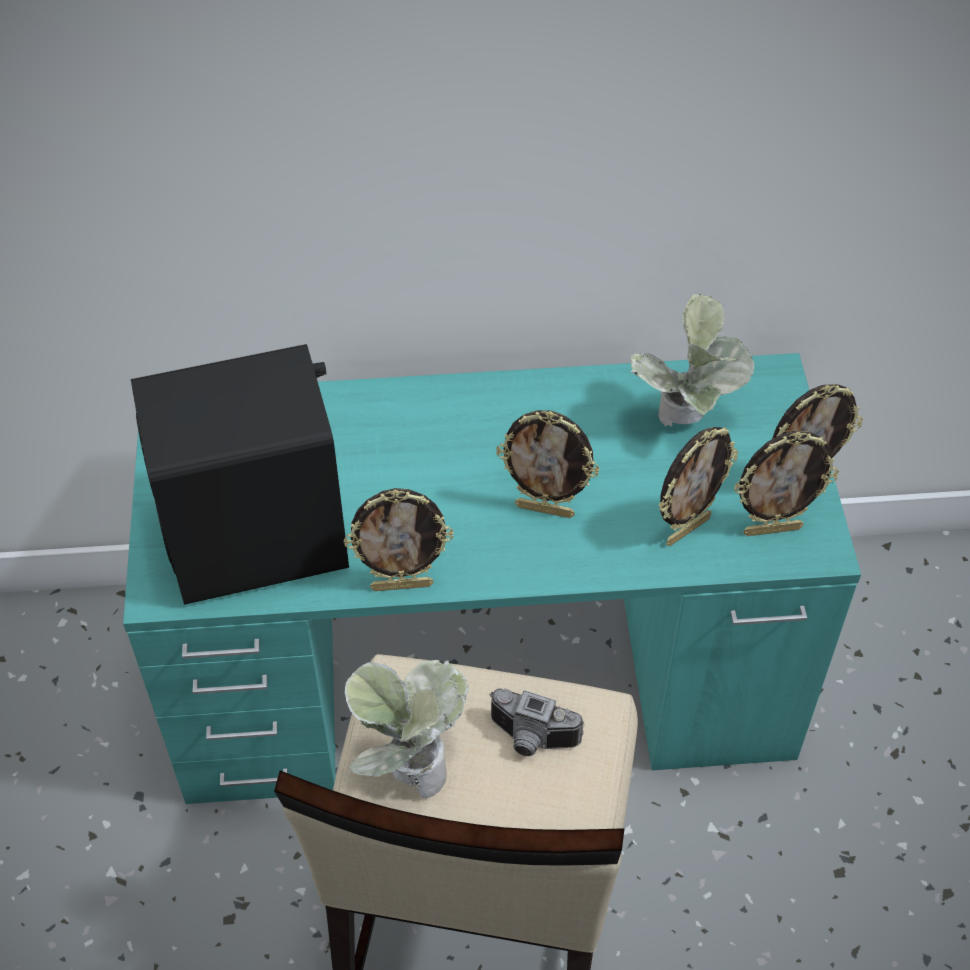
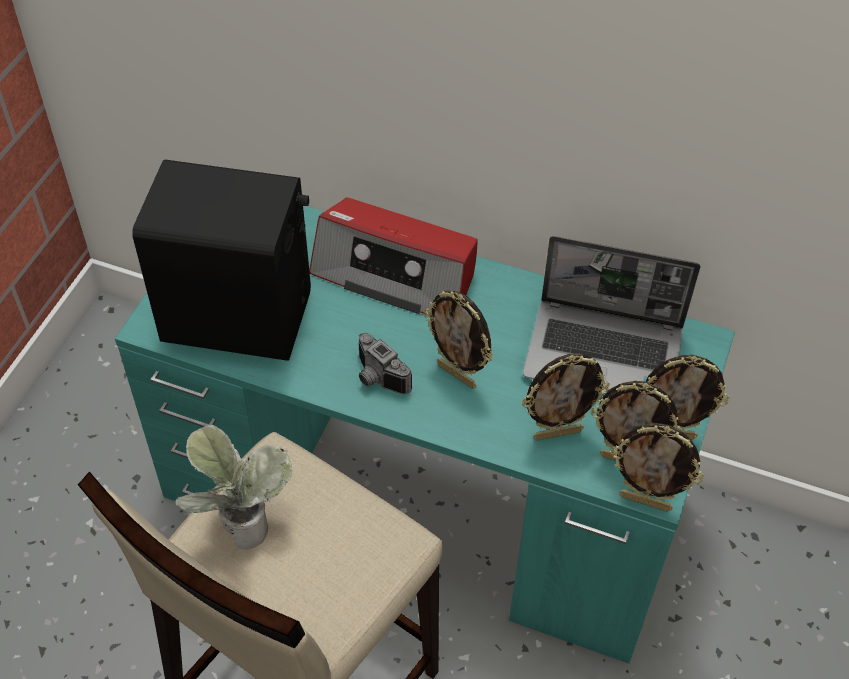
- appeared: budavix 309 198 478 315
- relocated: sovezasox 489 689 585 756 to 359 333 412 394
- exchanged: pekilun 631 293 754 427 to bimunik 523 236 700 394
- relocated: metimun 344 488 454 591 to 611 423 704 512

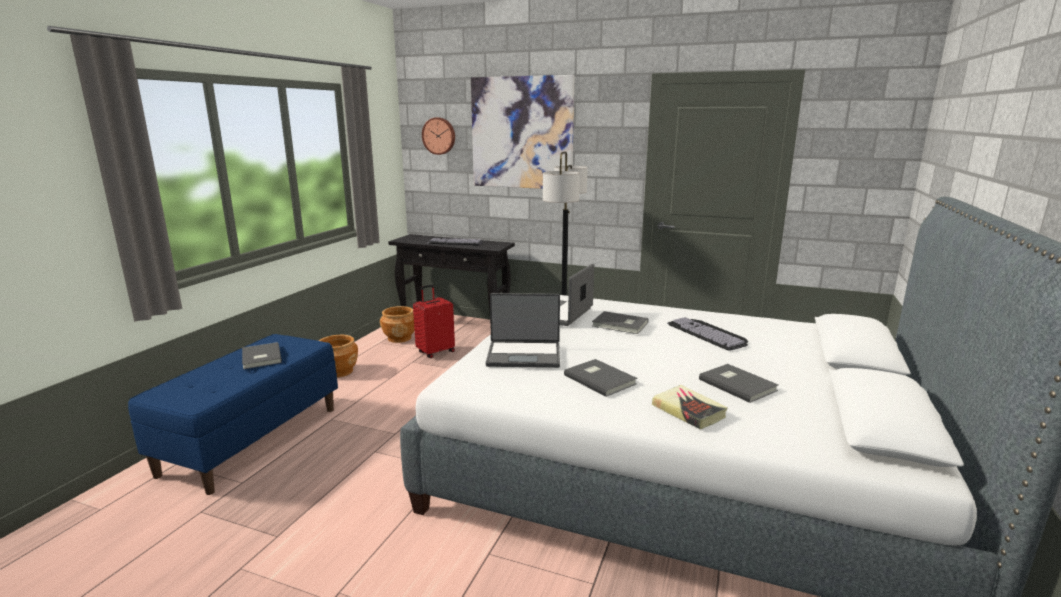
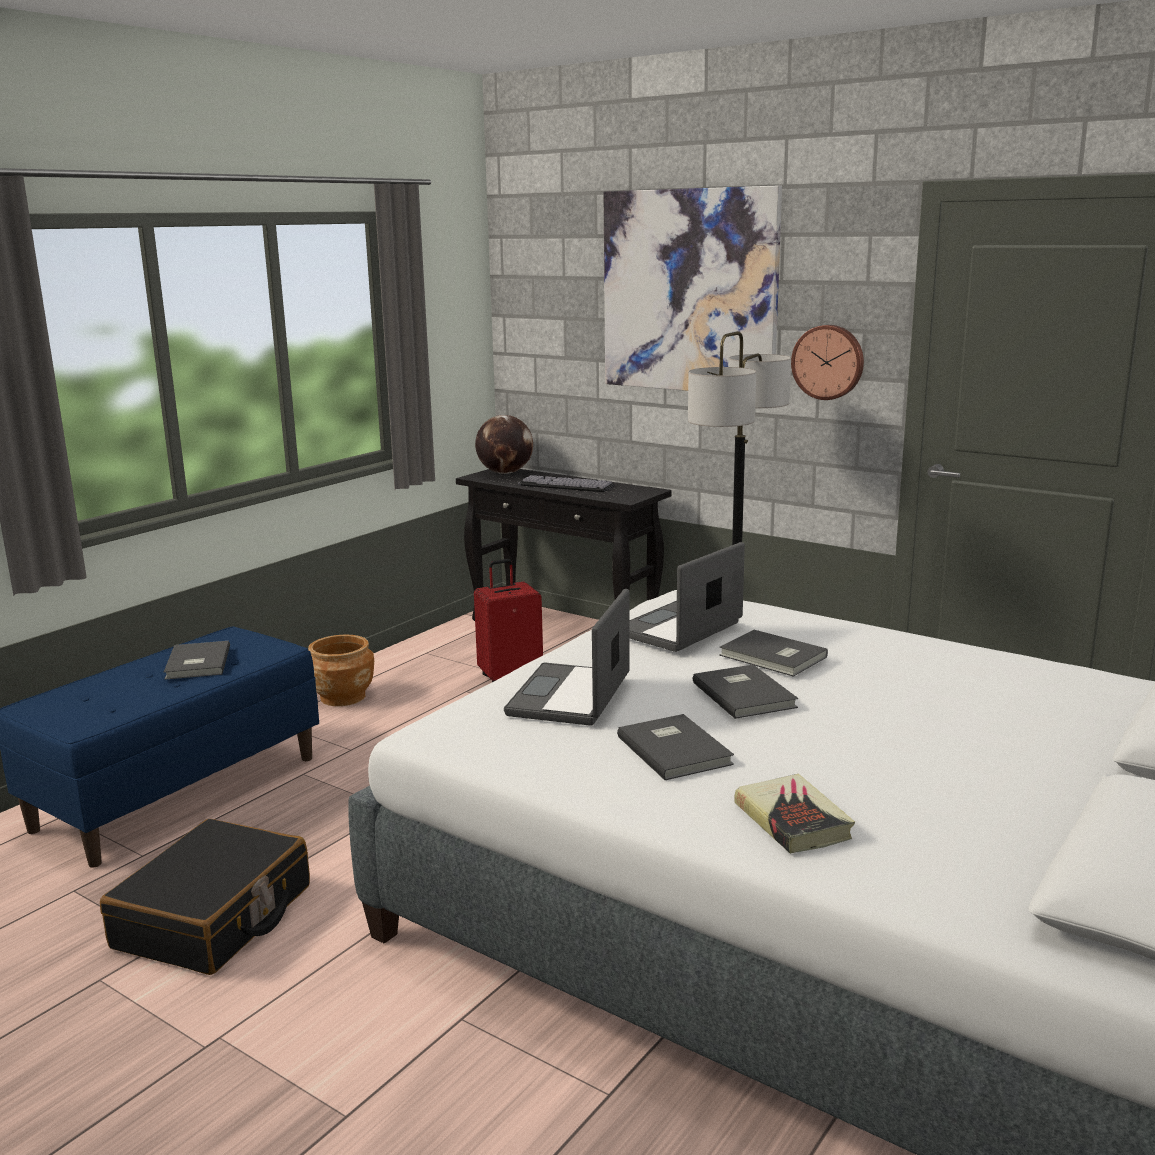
- appeared: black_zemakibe 100 819 310 975
- appeared: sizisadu 475 415 533 474
- spun: bimunik 486 293 560 368 = 504 589 630 726 90 degrees clockwise
- relocated: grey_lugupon 699 364 778 403 to 692 665 798 719
- relocated: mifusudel 422 117 455 155 to 791 325 864 400
- missing: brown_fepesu 380 306 415 343
- missing: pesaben 667 317 748 350

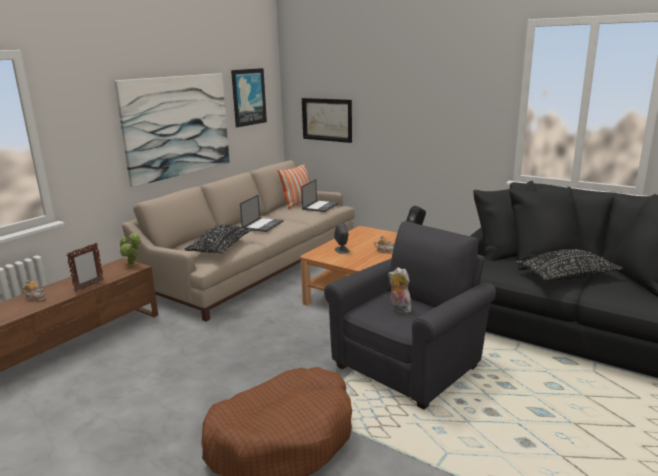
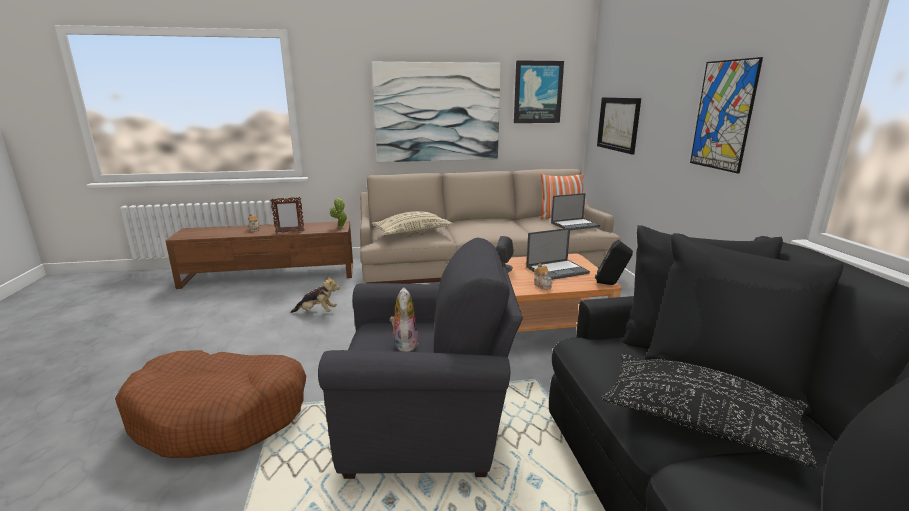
- appeared: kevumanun 291 275 340 313
- colour: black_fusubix 185 225 253 254 to beige_fusubix 372 211 454 235
- relocated: bimunik 240 195 284 232 to 526 228 590 280
- appeared: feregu 690 57 763 173

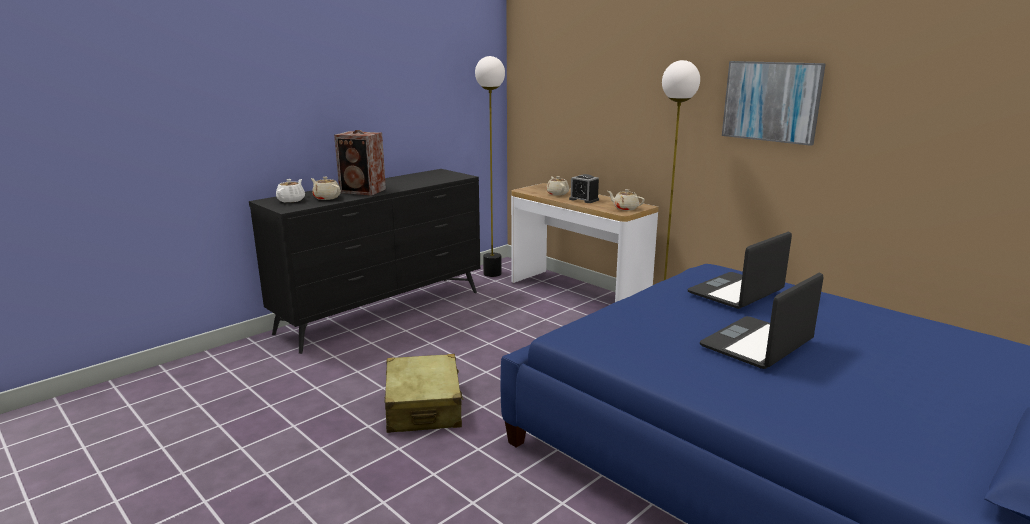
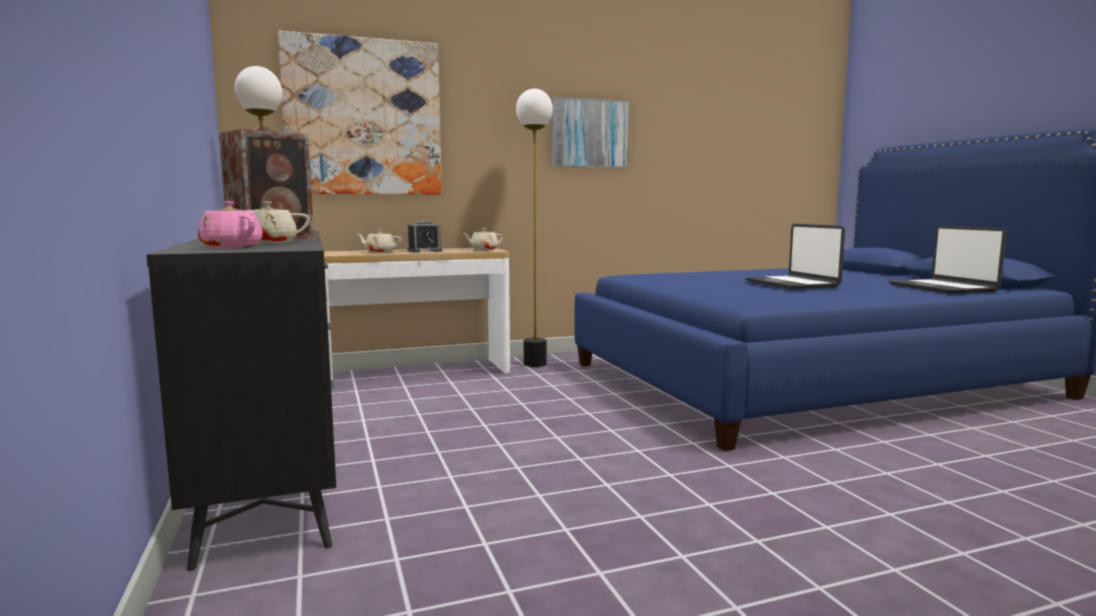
- colour: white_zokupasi 276 179 305 203 to pink_zokupasi 198 201 263 248
- appeared: feregu 278 31 442 195
- relocated: bimunik 687 232 792 309 to 889 225 1007 294
- missing: beige_zemakibe 385 354 464 433

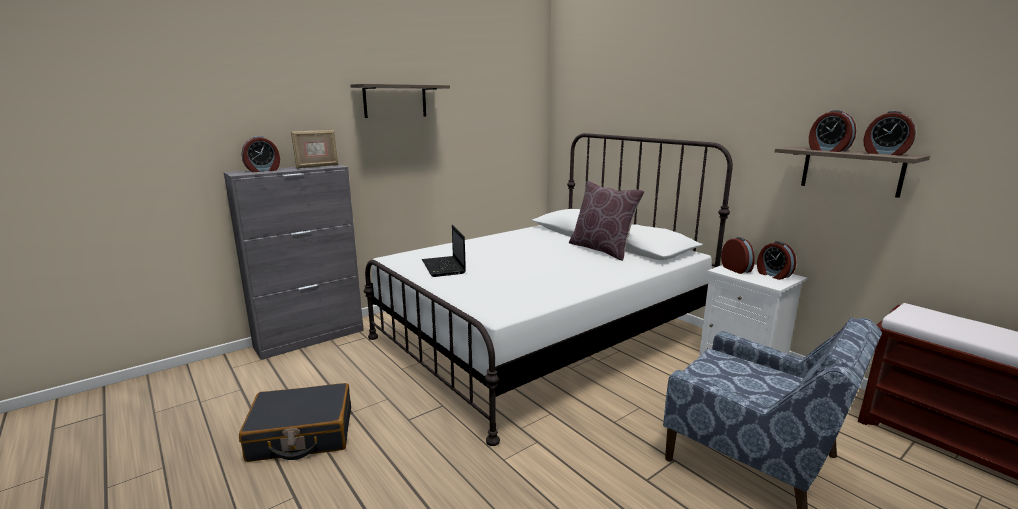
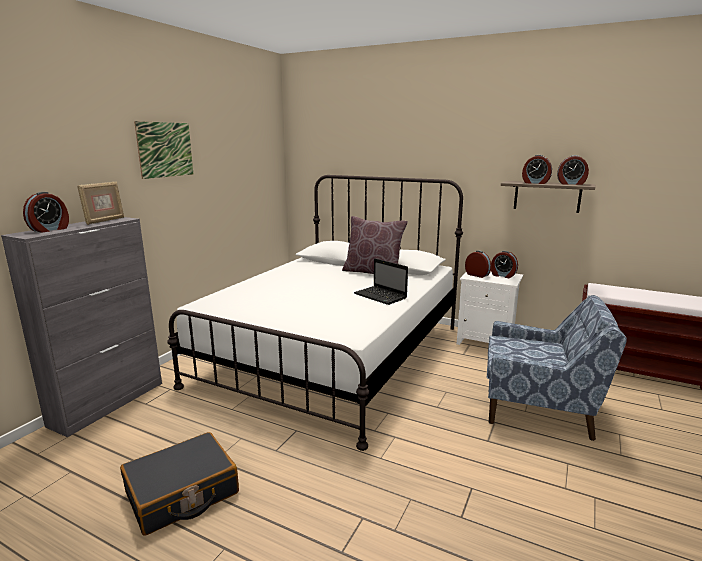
- exchanged: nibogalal 350 84 450 118 to feregu 134 121 193 179
- relocated: bimunik 422 225 466 277 to 354 258 408 305

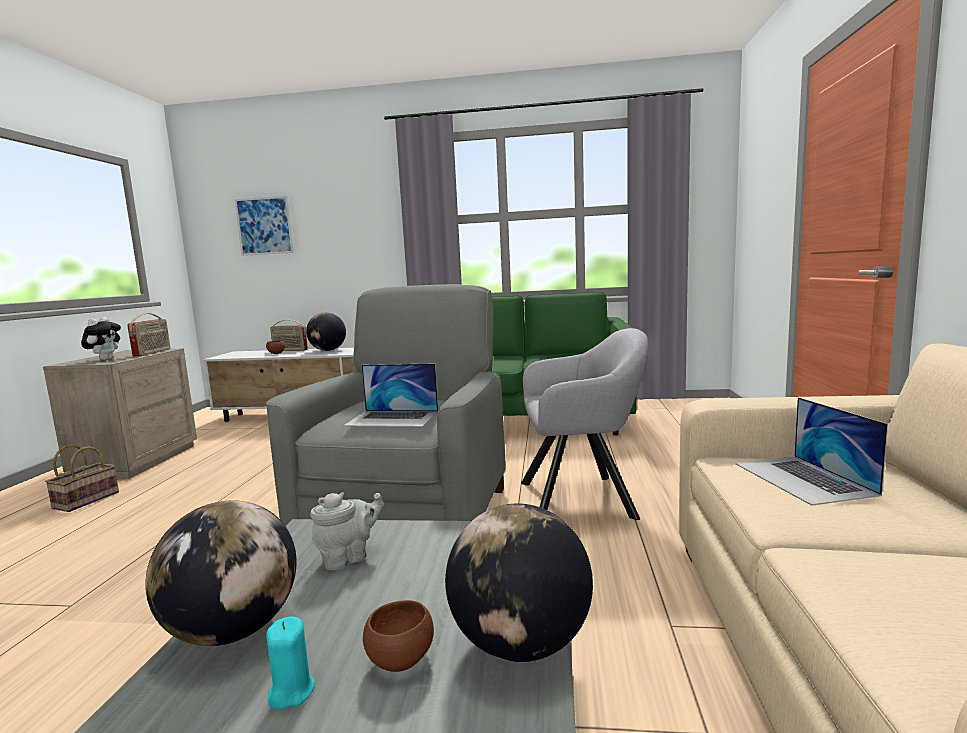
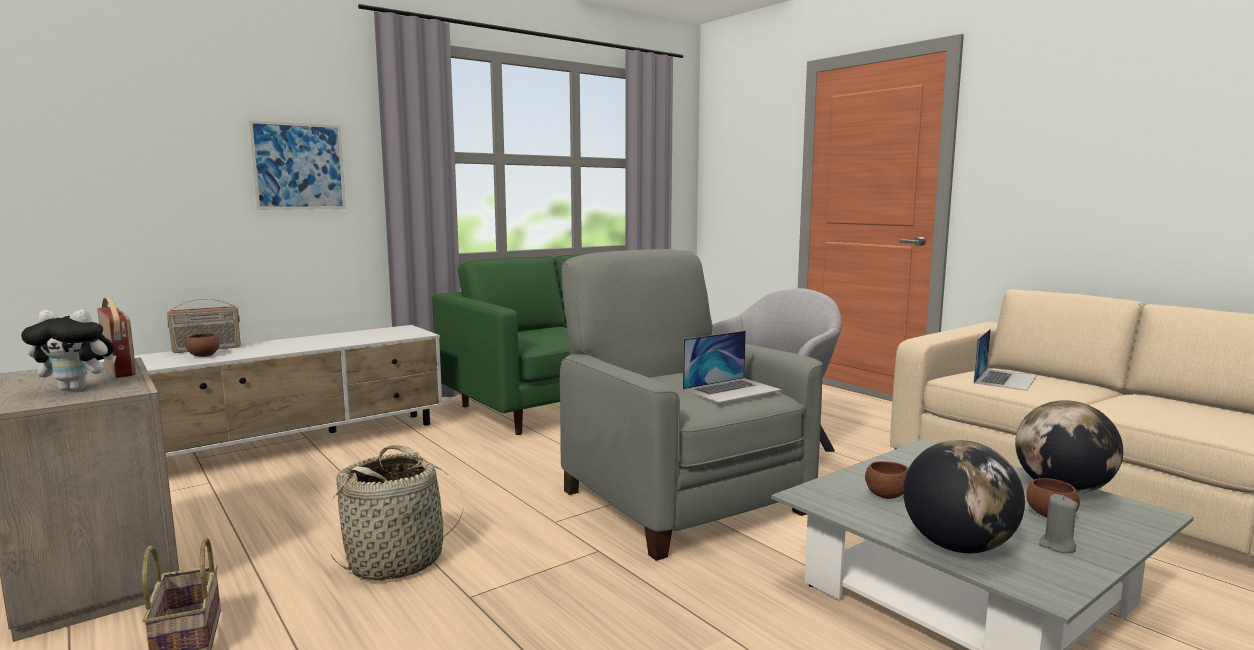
- spun: kevumanun 81 317 121 360 = 21 309 116 391 120 degrees clockwise
- relocated: feregu 235 196 294 256 to 249 120 346 210
- appeared: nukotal 331 445 464 581
- exchanged: grey_zokupasi 310 492 383 570 to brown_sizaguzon 865 461 908 499
- spun: bimunik 736 397 888 506 = 974 329 1037 391 90 degrees counterclockwise
- colour: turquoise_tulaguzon 266 616 315 709 to grey_tulaguzon 1039 494 1078 553
- missing: sizisadu 306 313 346 351

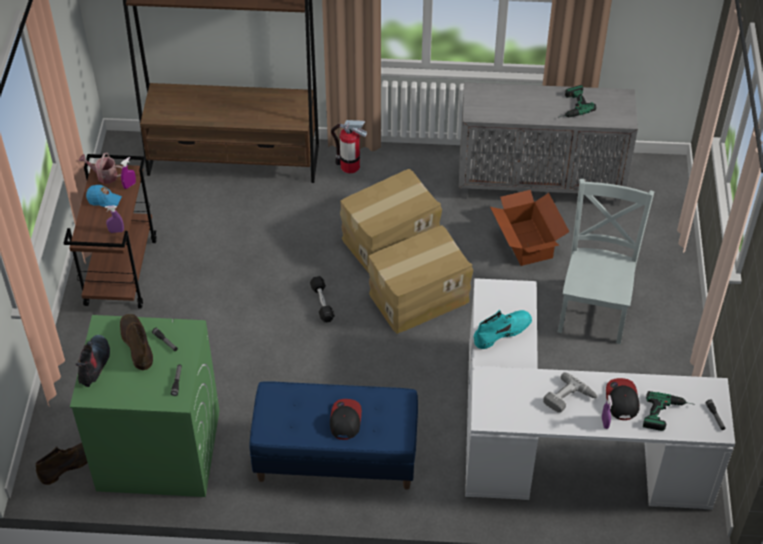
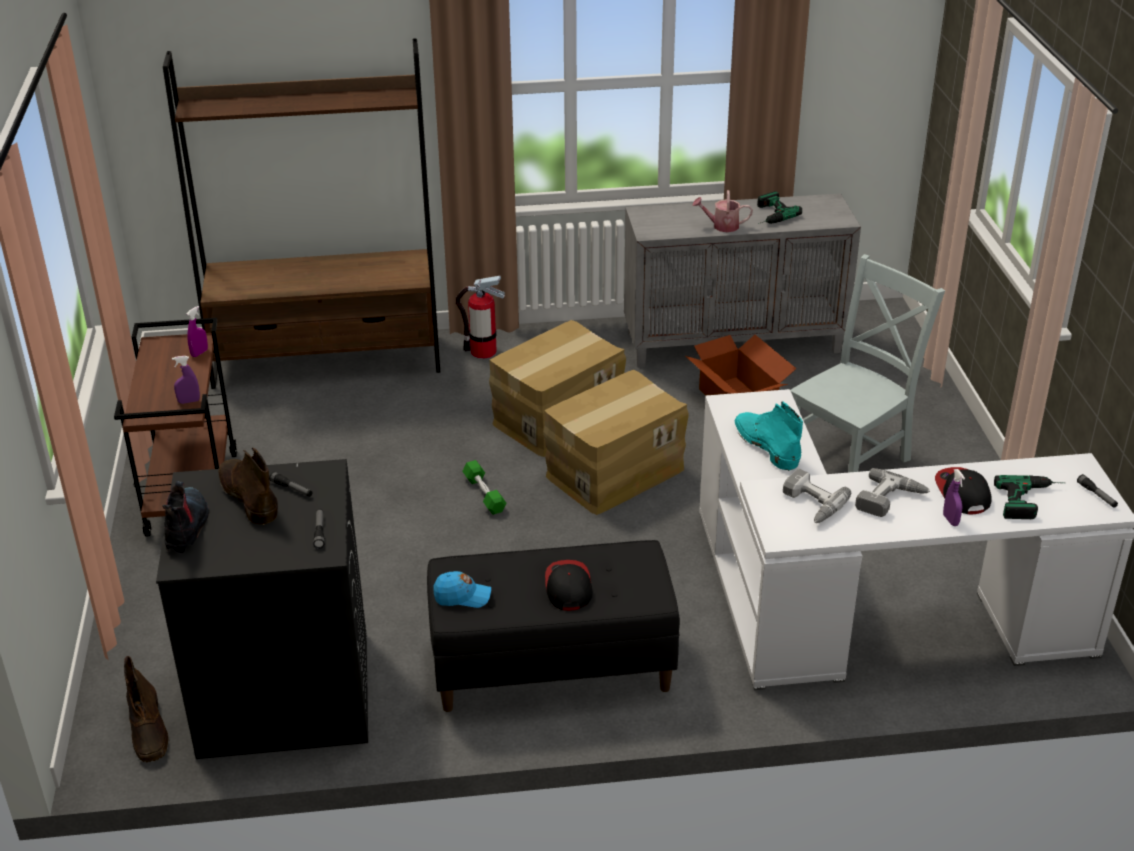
- spun: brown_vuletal 36 443 88 485 = 124 656 169 762 120 degrees clockwise
- colour: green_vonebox 70 315 219 497 to black_vonebox 156 459 368 759
- colour: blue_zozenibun 249 382 418 490 to black_zozenibun 427 540 680 712
- relocated: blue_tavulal 86 185 122 207 to 433 571 491 608
- colour: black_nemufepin 310 276 335 323 to green_nemufepin 462 460 506 515
- relocated: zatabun 79 153 122 184 to 692 190 753 232
- spun: turquoise_vuletal 474 310 532 349 = 735 402 803 471 75 degrees counterclockwise
- appeared: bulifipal 783 469 851 523
- spun: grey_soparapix 558 179 654 344 = 790 254 945 473 45 degrees clockwise

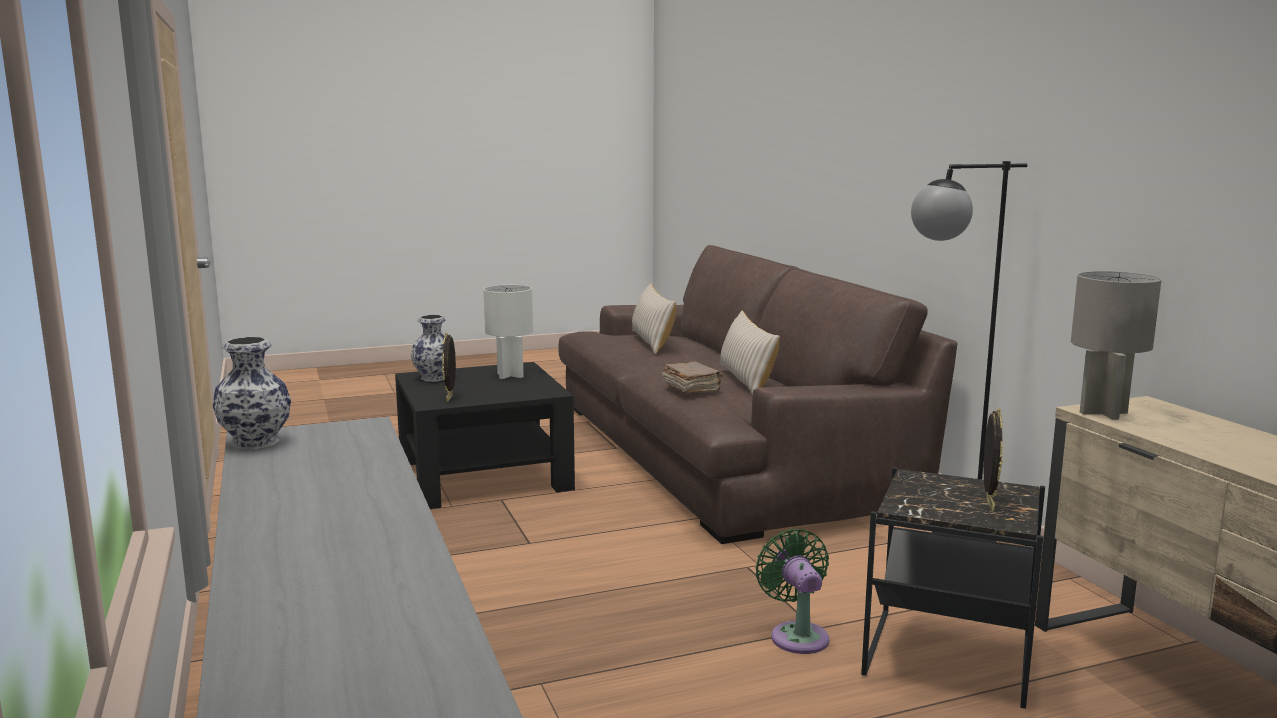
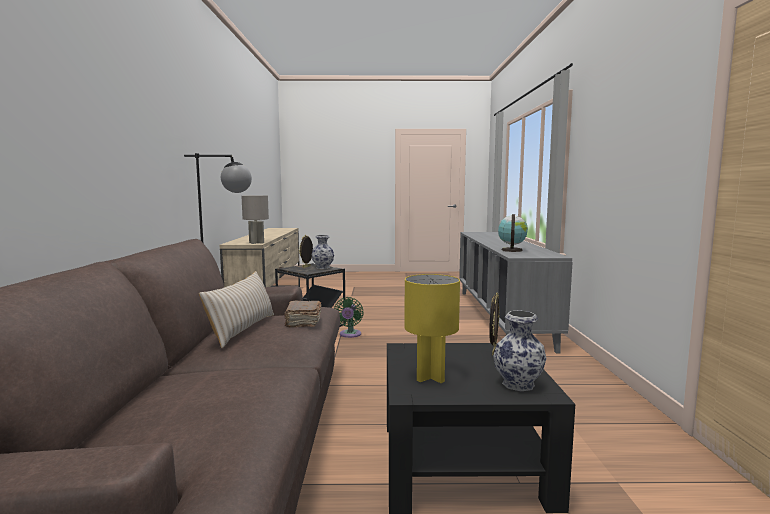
- relocated: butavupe 212 337 291 450 to 312 235 334 269
- colour: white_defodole 484 285 533 379 to yellow_defodole 404 274 460 383
- appeared: sizisadu 498 214 528 252
- missing: beige_fusubix 632 283 676 355

